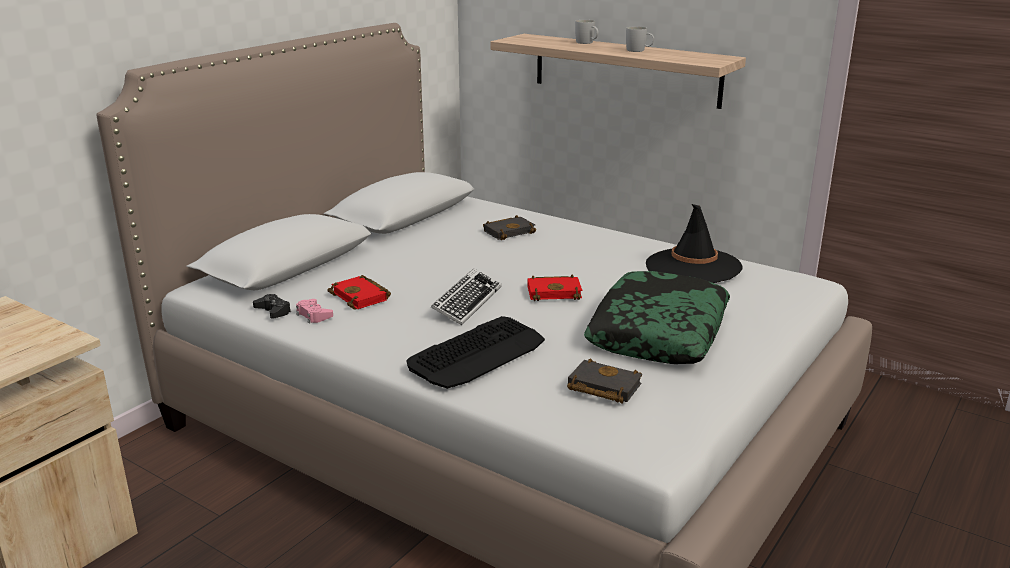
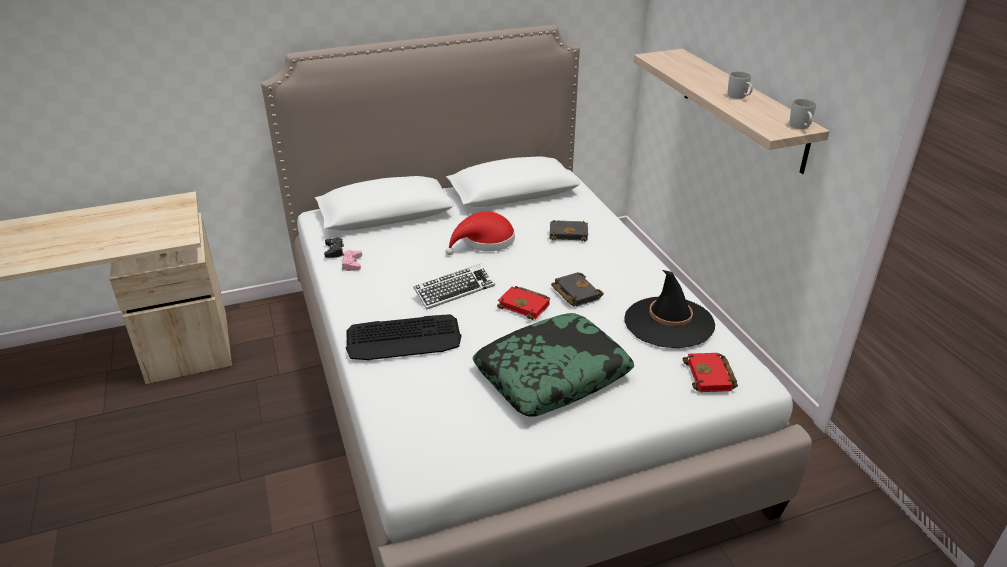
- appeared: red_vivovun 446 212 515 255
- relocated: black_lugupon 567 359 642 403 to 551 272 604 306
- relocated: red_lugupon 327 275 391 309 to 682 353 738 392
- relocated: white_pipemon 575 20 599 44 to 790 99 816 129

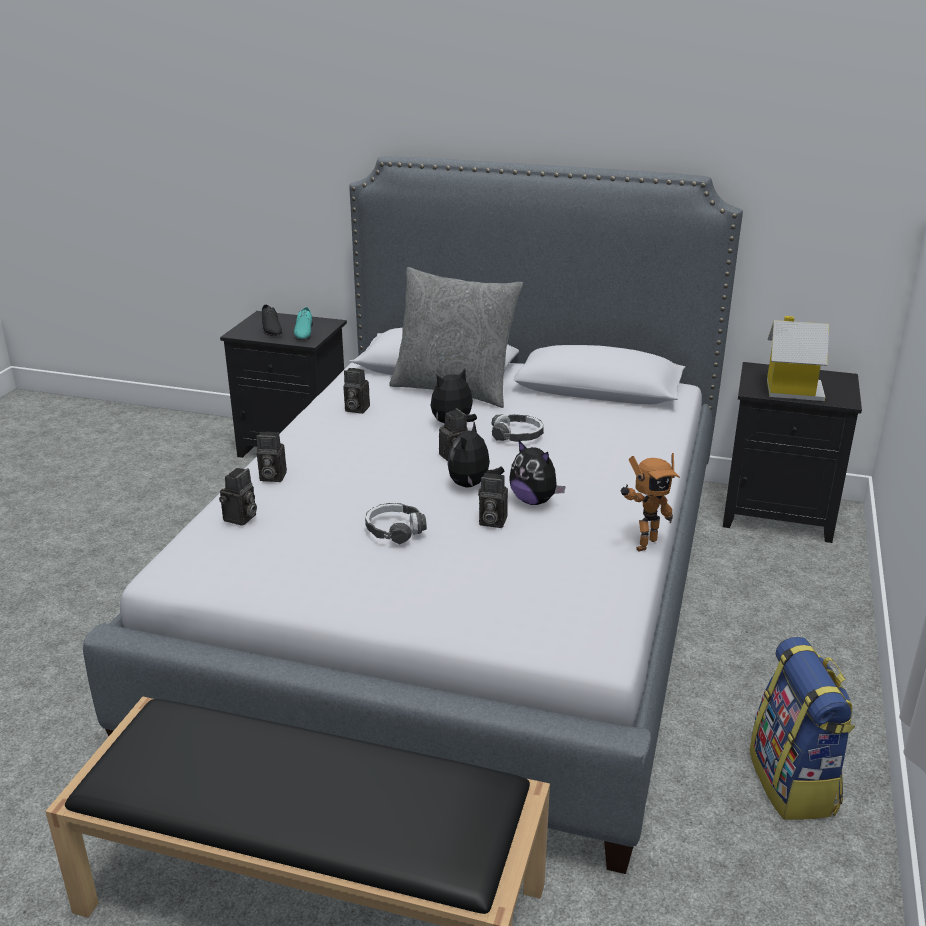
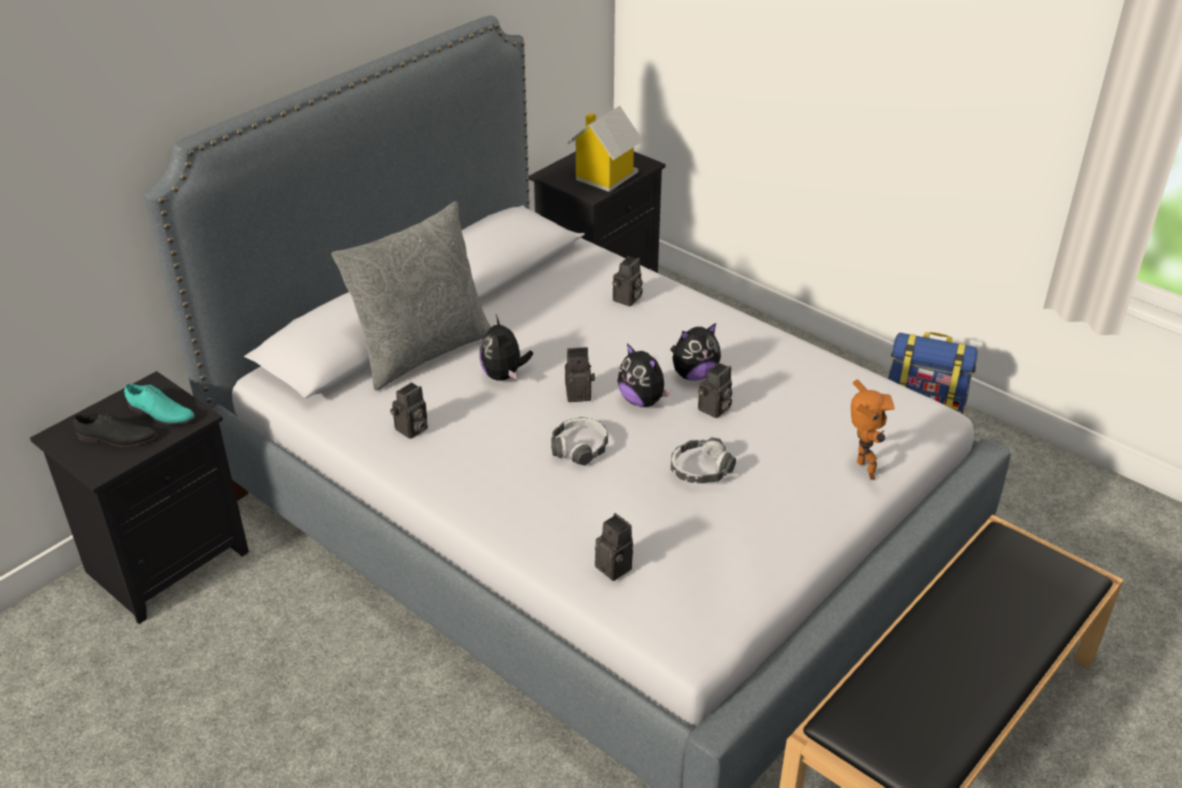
- relocated: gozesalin 491 414 544 442 to 551 417 608 466
- relocated: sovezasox 256 432 287 482 to 613 256 643 306
- relocated: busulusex 621 453 680 551 to 851 379 895 480

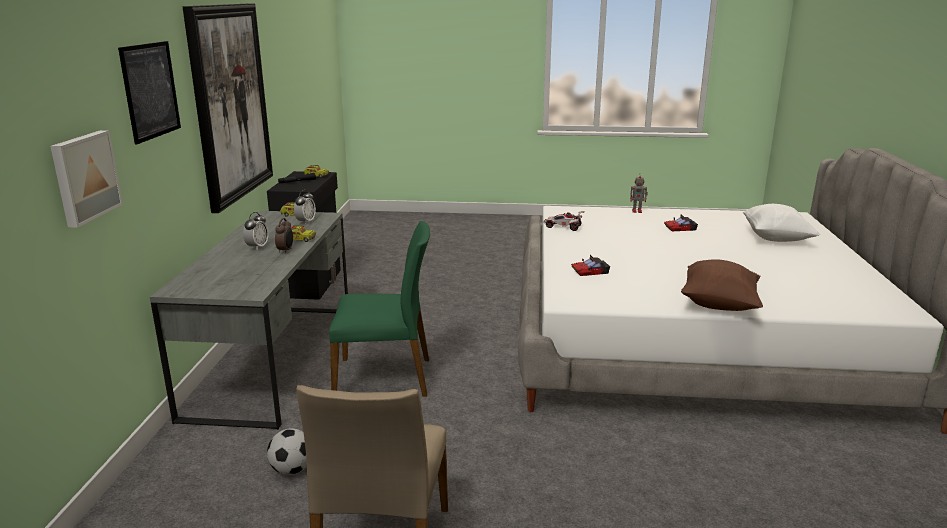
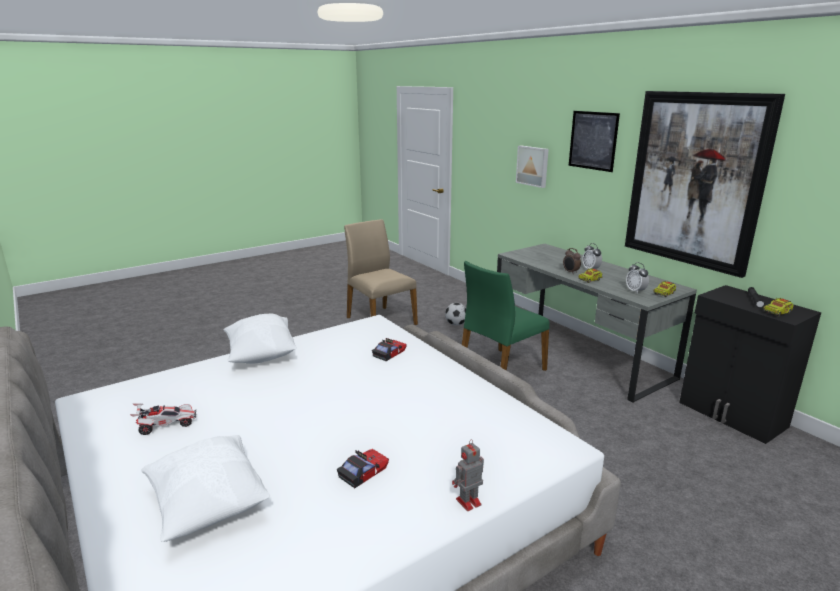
- relocated: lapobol 544 211 585 231 to 130 403 196 435
- colour: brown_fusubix 681 259 763 311 to white_fusubix 223 314 297 364

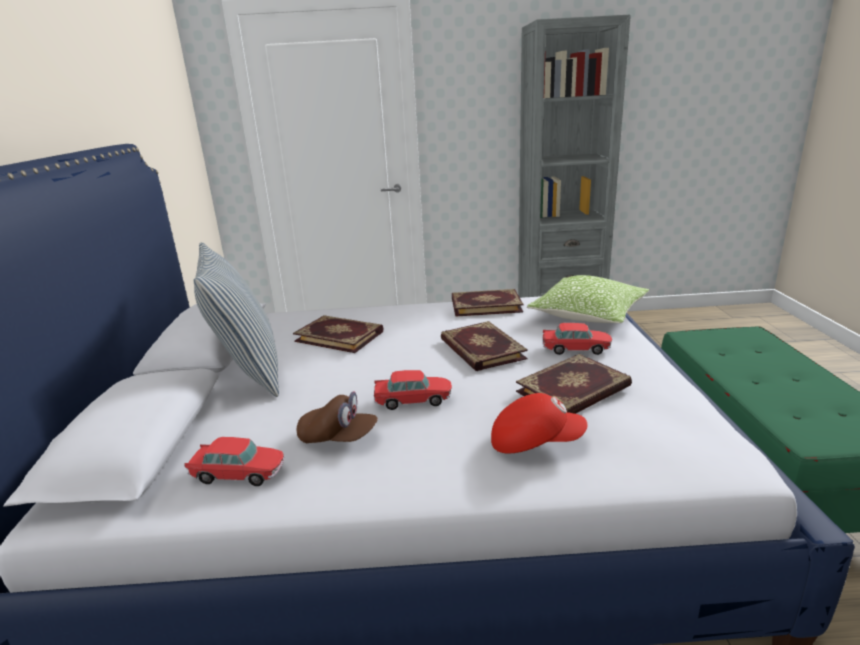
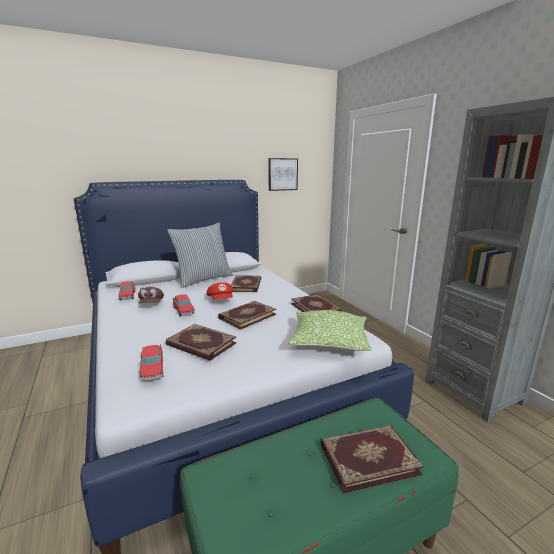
- relocated: lapobol 542 323 612 355 to 139 344 163 380
- relocated: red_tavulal 491 393 588 453 to 206 282 234 300
- appeared: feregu 268 158 298 191
- appeared: lugupon 321 425 424 493

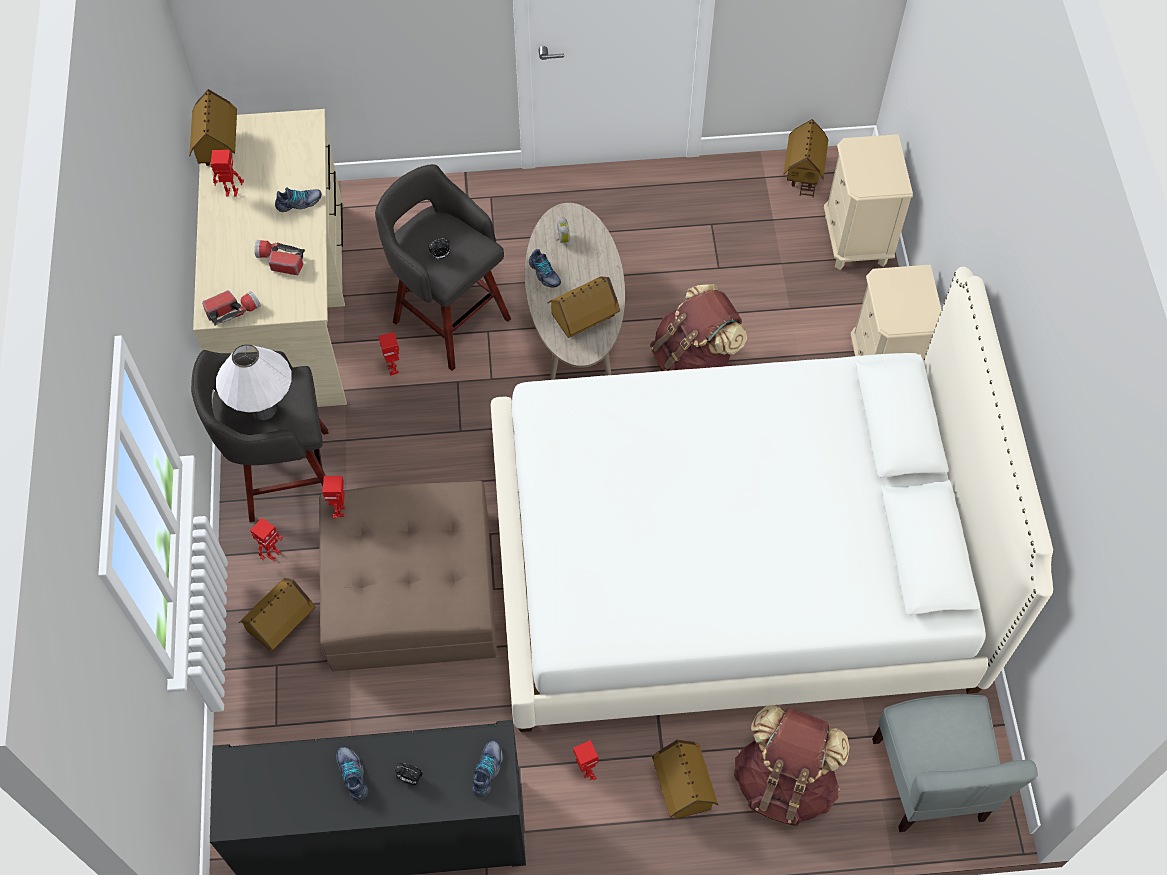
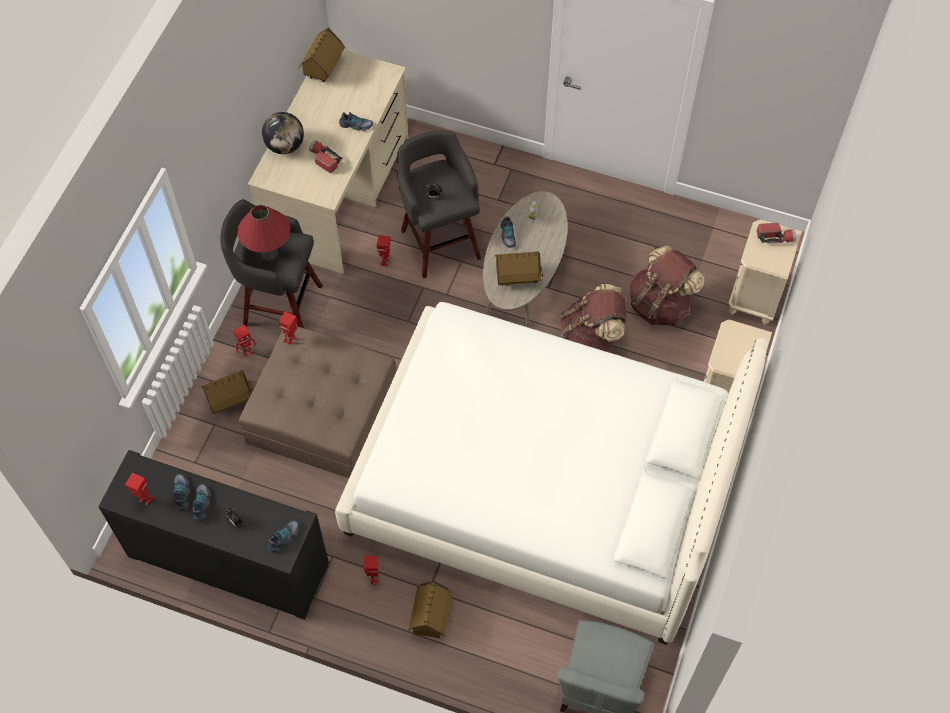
- relocated: busulusex 210 150 244 197 to 125 473 155 505
- appeared: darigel 173 474 190 511
- colour: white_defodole 216 344 292 420 to red_defodole 237 205 290 261
- appeared: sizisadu 262 112 304 154
- relocated: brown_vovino 734 705 849 826 to 630 245 705 326
- relocated: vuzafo 202 291 261 326 to 757 223 797 243
- missing: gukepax 783 119 828 198

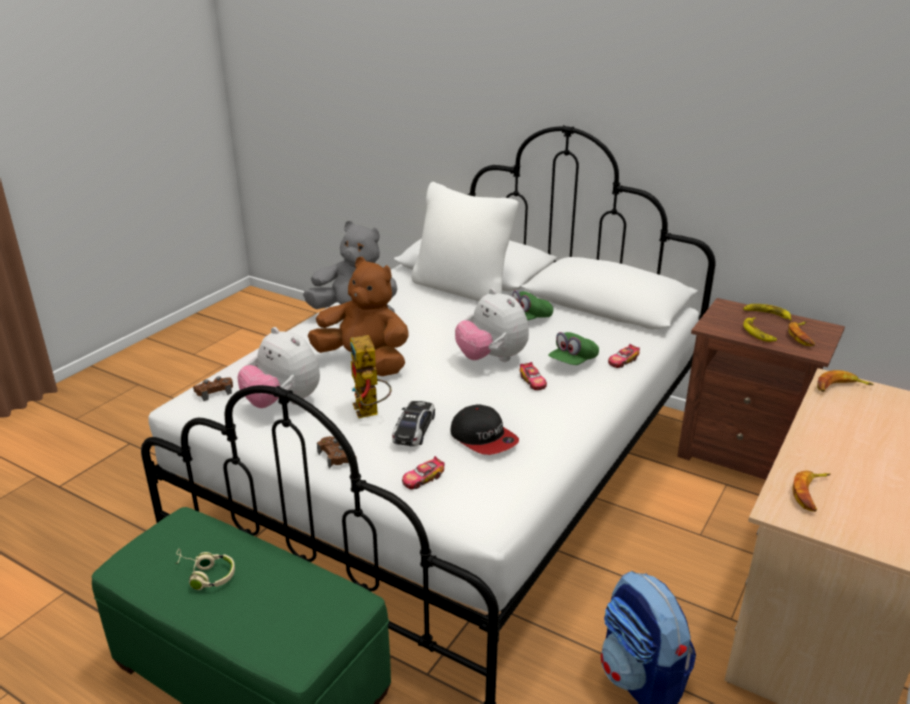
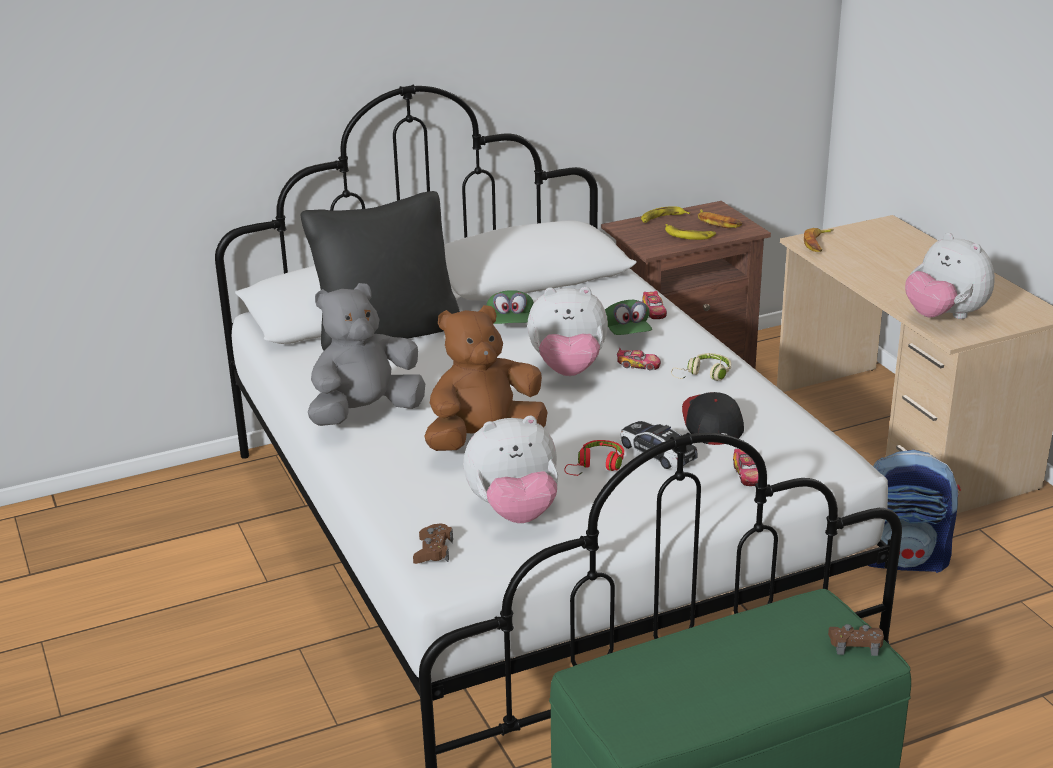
- colour: white_fusubix 411 182 519 301 to black_fusubix 301 191 460 351
- exchanged: busulusex 350 335 392 418 to red_gozesalin 564 440 624 476
- relocated: beige_gozesalin 176 549 235 590 to 671 353 731 381
- spun: tavulal 451 404 519 455 = 682 392 744 445 90 degrees counterclockwise
- relocated: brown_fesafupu 317 436 357 468 to 828 624 884 656
- exchanged: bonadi 792 470 831 512 to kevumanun 905 233 995 319

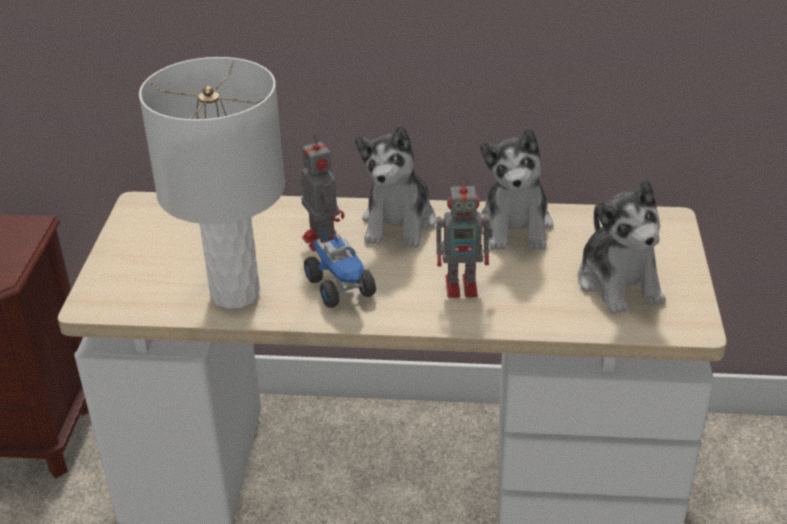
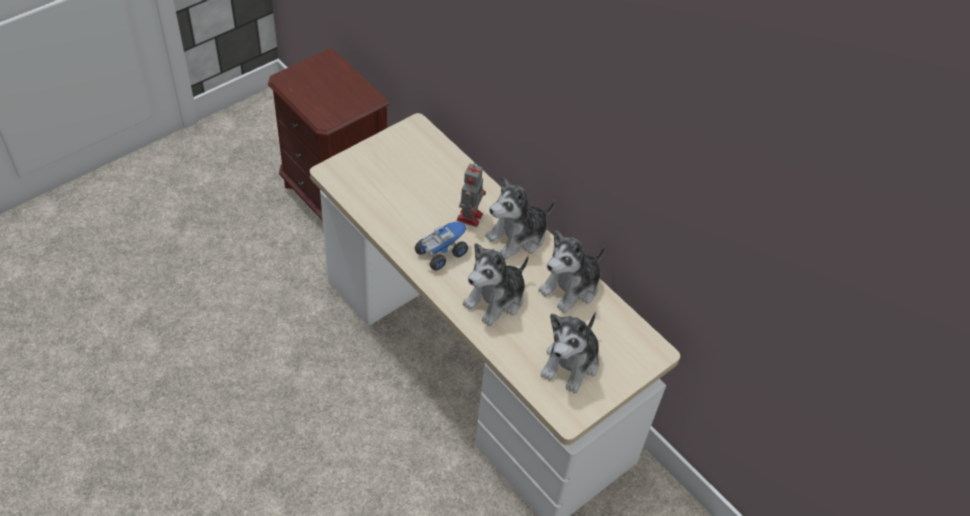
- spun: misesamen 304 227 376 308 = 415 222 468 271 150 degrees counterclockwise
- exchanged: busulusex 436 177 493 298 to kevumanun 463 243 529 326
- missing: white_defodole 139 57 285 309

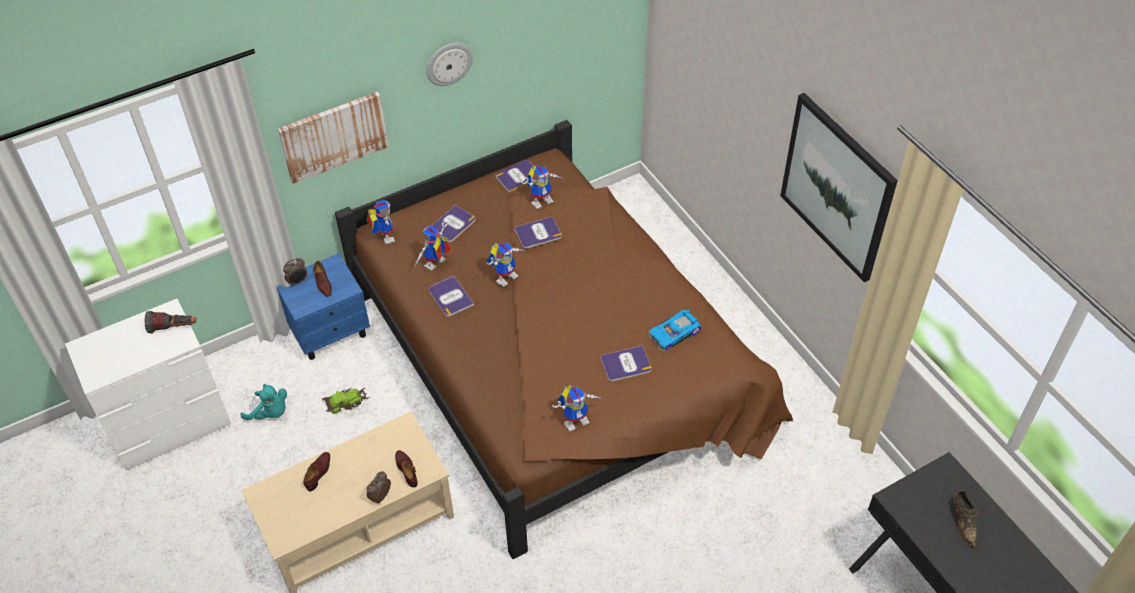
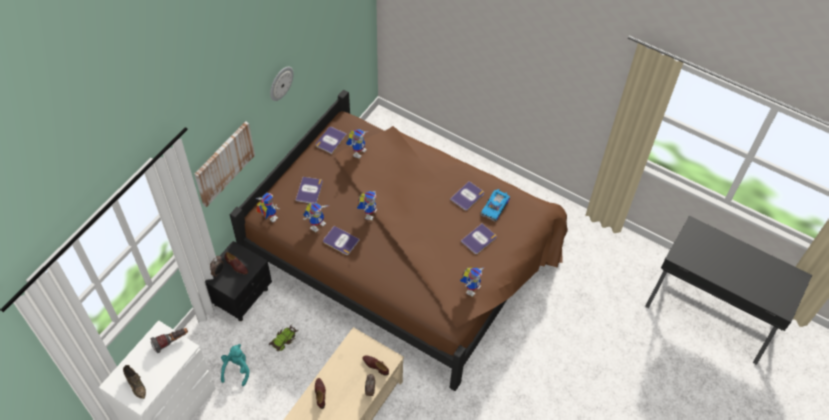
- relocated: brown_darigel 953 490 978 547 to 123 365 146 399
- colour: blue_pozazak 277 254 370 360 to black_pozazak 205 241 272 321
- spun: turquoise_kevumanun 240 384 287 420 = 221 344 250 386 75 degrees counterclockwise
- spun: busulusex 415 221 452 271 = 303 203 329 232 150 degrees counterclockwise
- relocated: lugupon 514 217 562 249 to 450 181 484 211
- missing: feregu 780 93 898 282

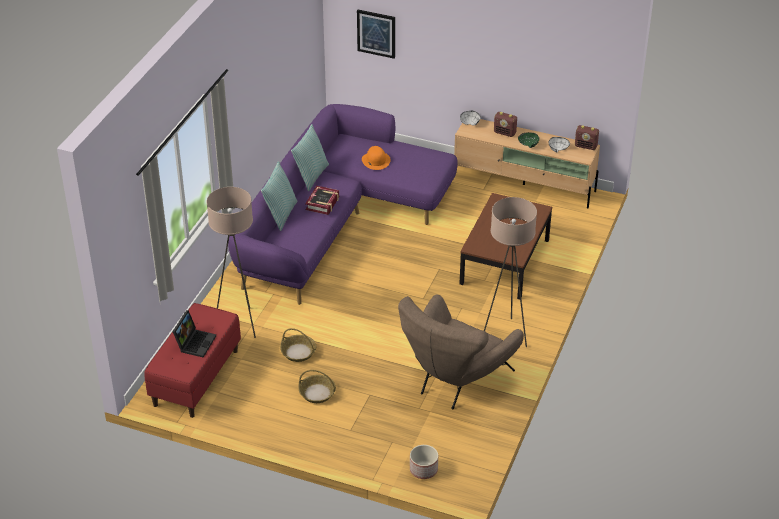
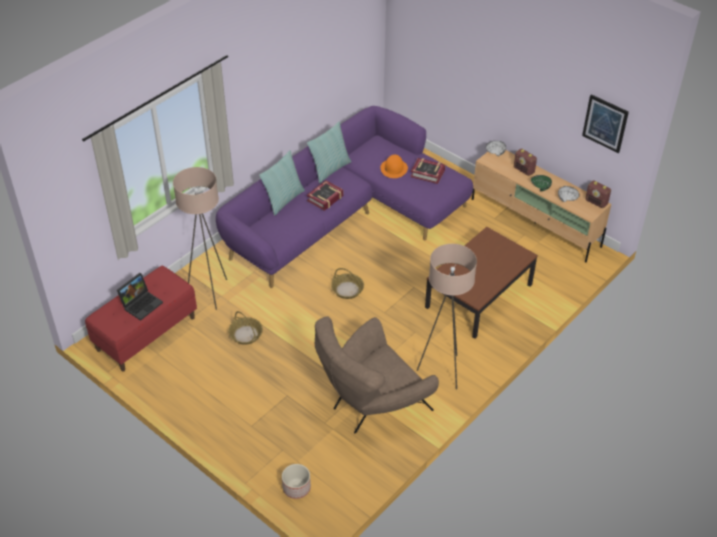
- relocated: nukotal 298 370 336 403 to 331 268 364 299
- appeared: lugupon 410 158 445 184
- relocated: feregu 357 10 395 59 to 582 94 629 153

